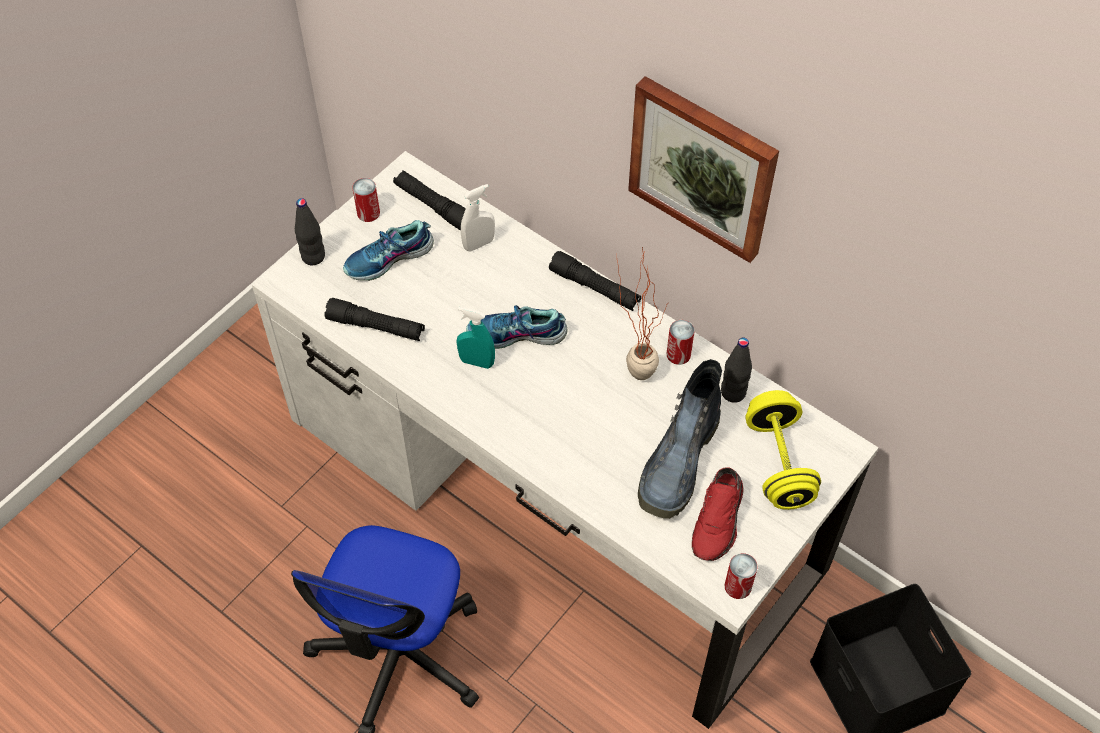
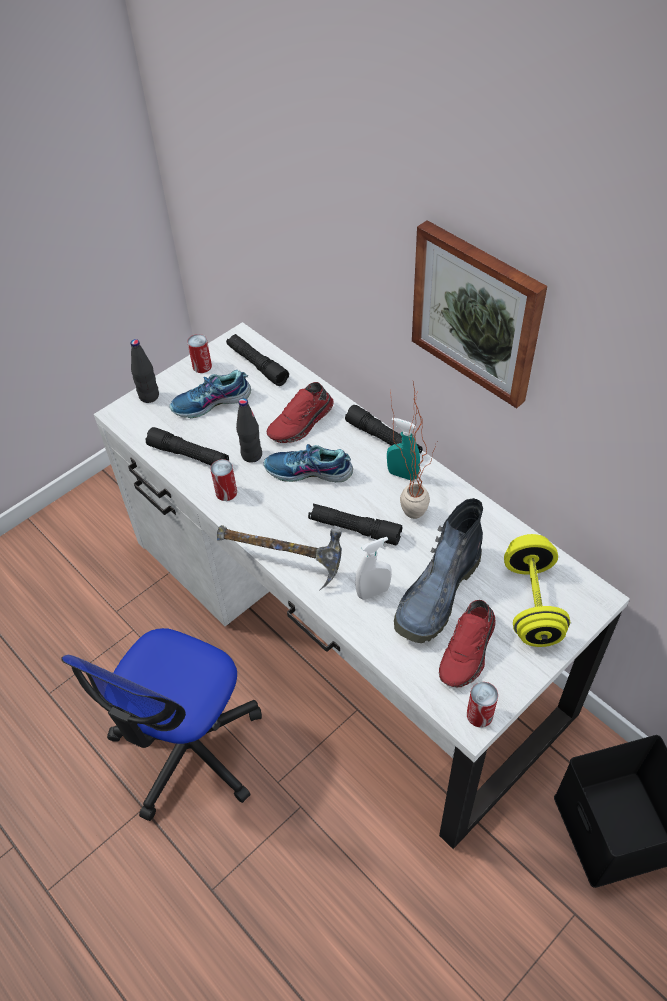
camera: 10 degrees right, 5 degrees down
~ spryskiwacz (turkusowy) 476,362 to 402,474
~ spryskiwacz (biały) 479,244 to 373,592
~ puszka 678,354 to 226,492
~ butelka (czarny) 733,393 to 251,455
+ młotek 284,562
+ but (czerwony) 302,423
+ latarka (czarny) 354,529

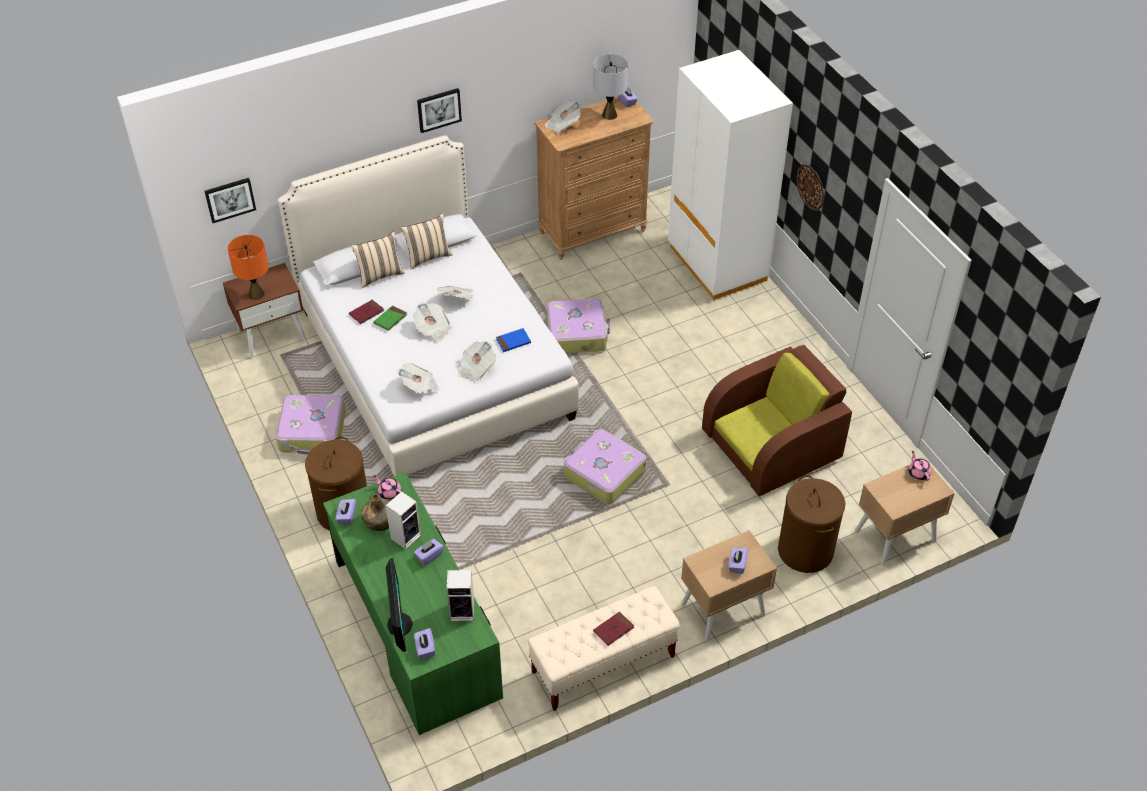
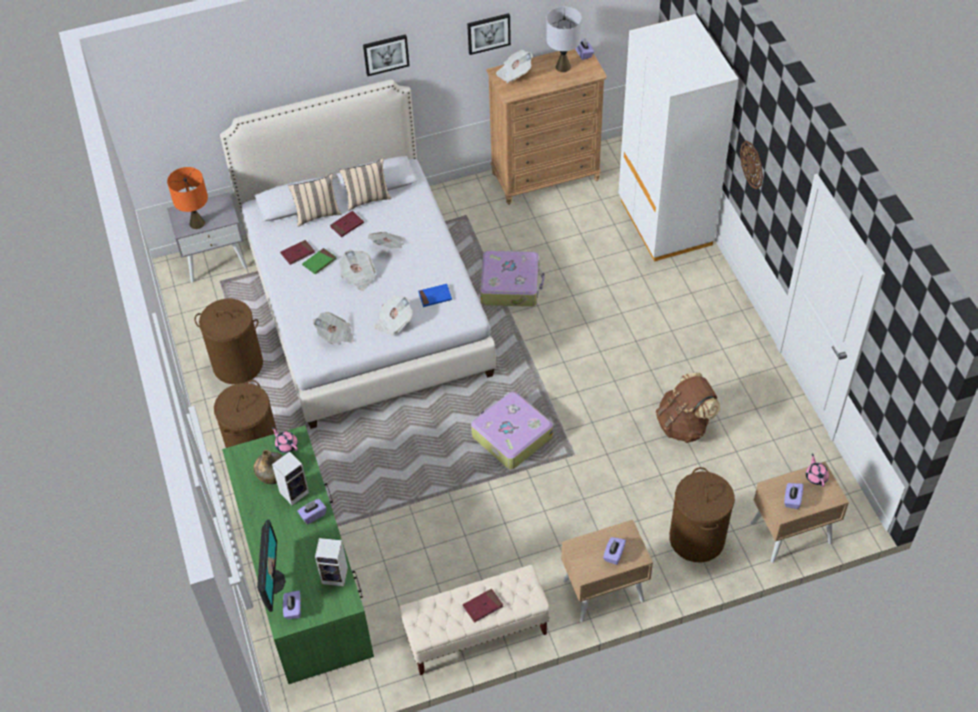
camera: 10 degrees right, 5 degrees up
~ obraz 230,199 to 488,33
~ szafka nocna (brązowy) 272,335 to szafka nocna (szary) 215,260
~ walizka 313,432 to kosz na pranie (brązowy) 238,364
~ pudełko chusteczek (fioletowy) 347,516 to 792,500
~ fotel (brązowy) 772,446 to plecak (brązowy) 684,424
+ książka (czerwony) 347,225

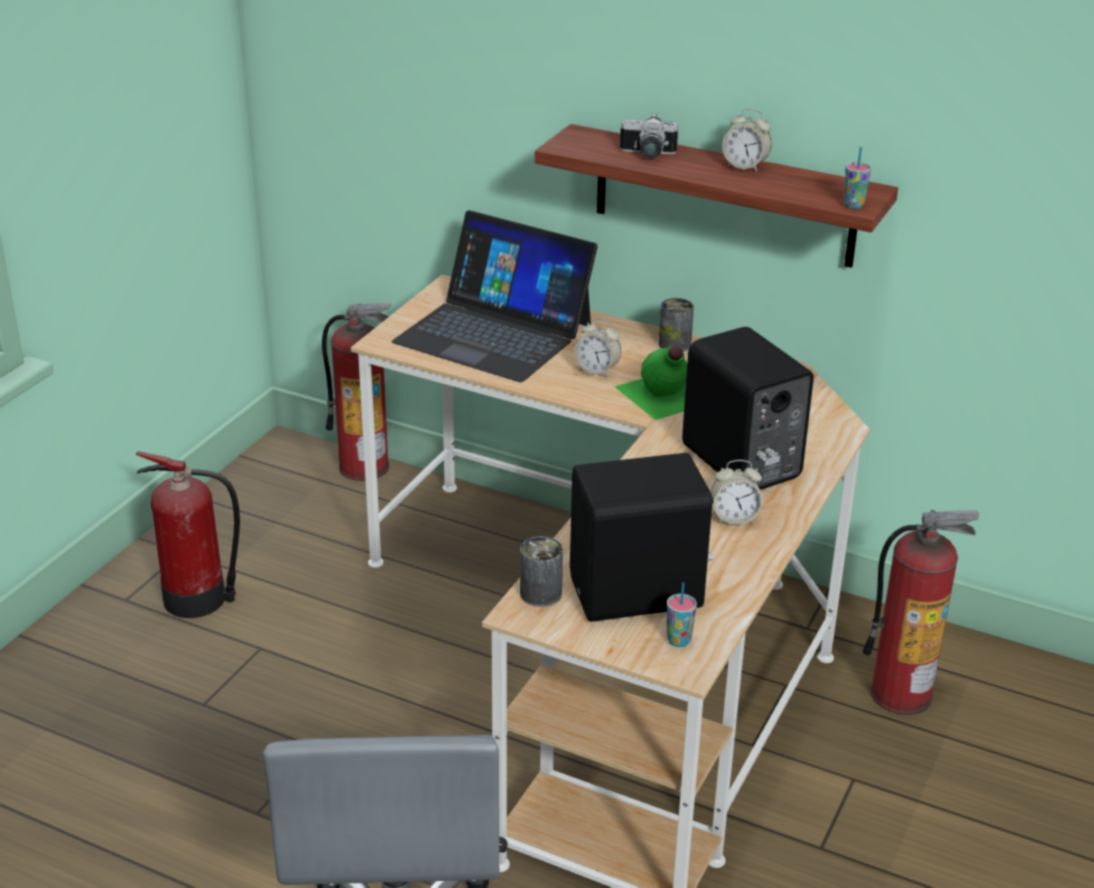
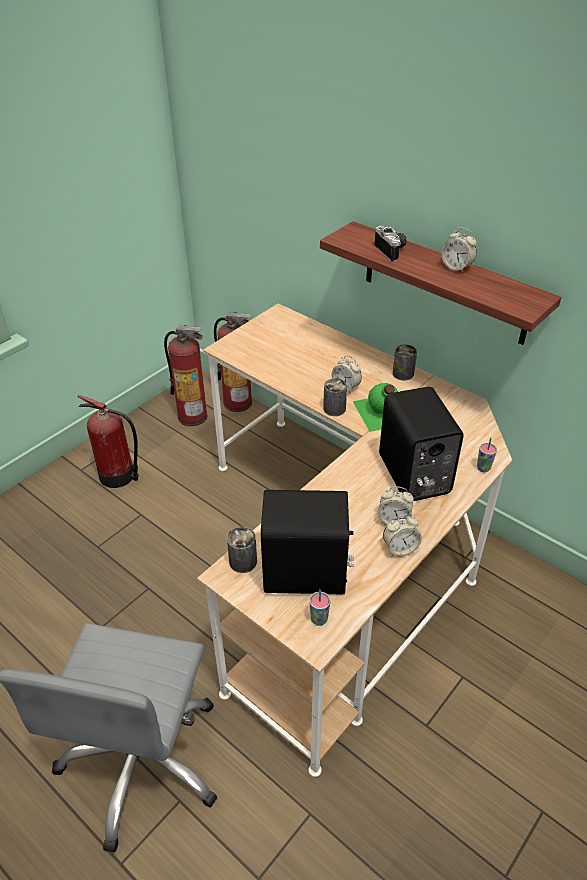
camera: 15 degrees right, 10 degrees up
- laptop 494,333
~ aparat fotograficzny 647,155 = 393,251 135 degrees counterclockwise
~ filiżanka 853,205 to 483,468
~ gaśnica 901,694 to 193,416
+ puszka 334,409
+ budzik 400,548

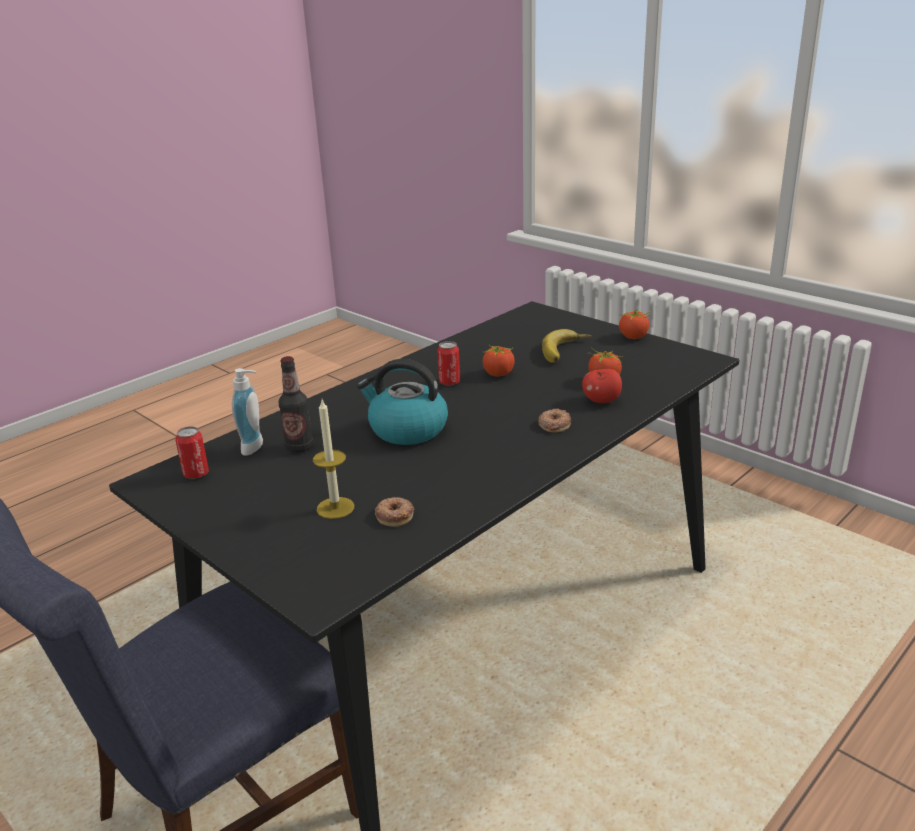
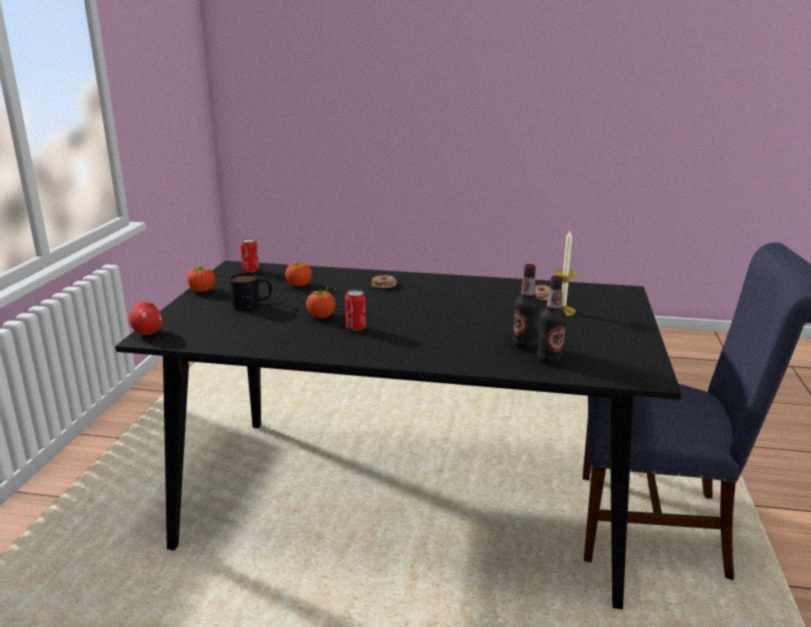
camera: 125 degrees left, 5 degrees down
~ puszka 196,474 to 250,270
~ dozownik mydła 256,447 to butelka 549,359
- czajnik 407,429
~ banan 566,351 to kubek 252,304
~ jabłko 601,401 to 148,333

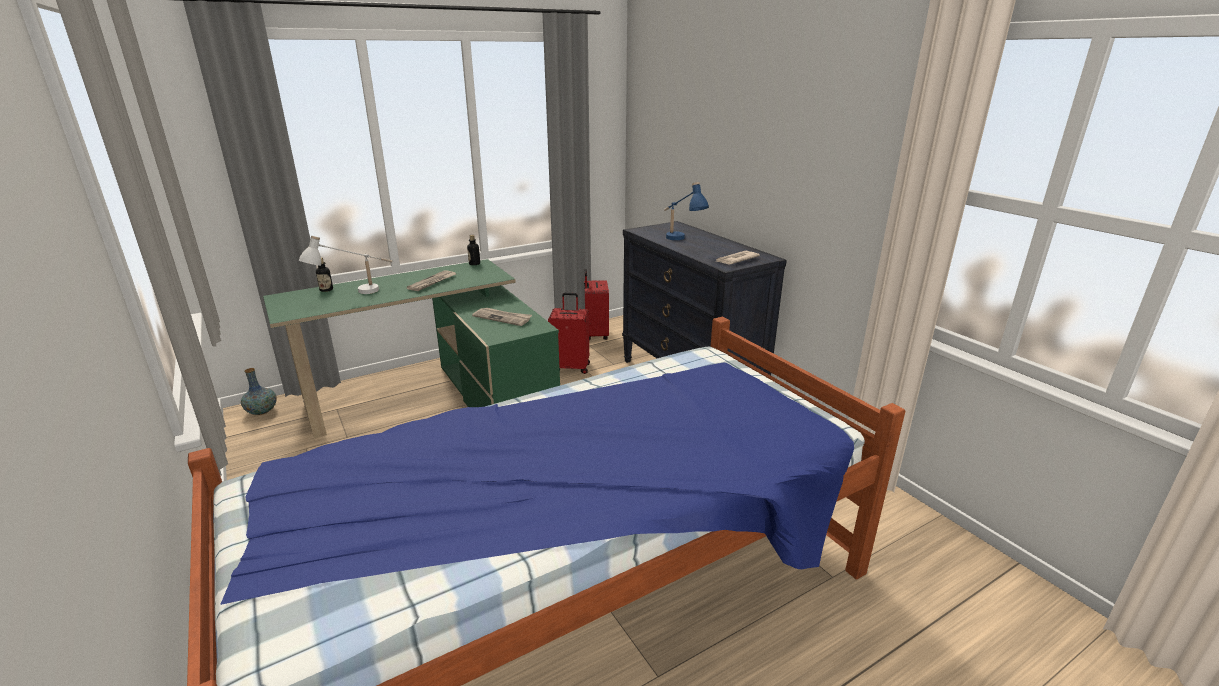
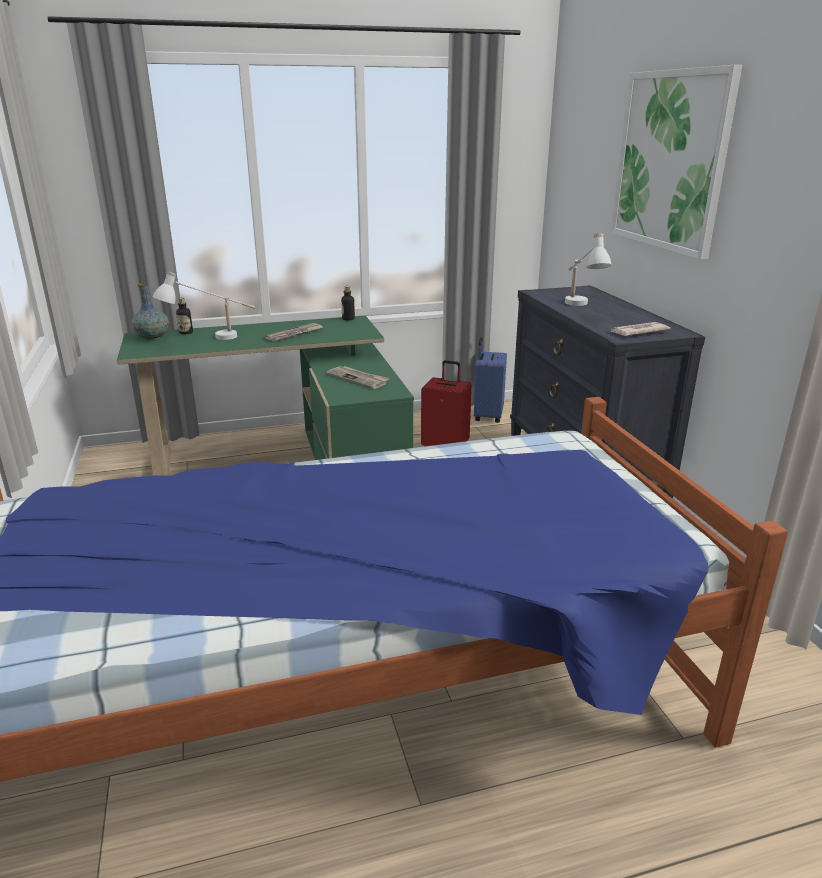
camera: 15 degrees right, 0 degrees up
~ wazon 262,411 to 152,337
~ walizka (czerwony) 595,335 to walizka (niebieski) 487,416
~ lampa stołowa (niebieski) 680,241 to lampa stołowa (biały) 580,307
+ obraz 670,161

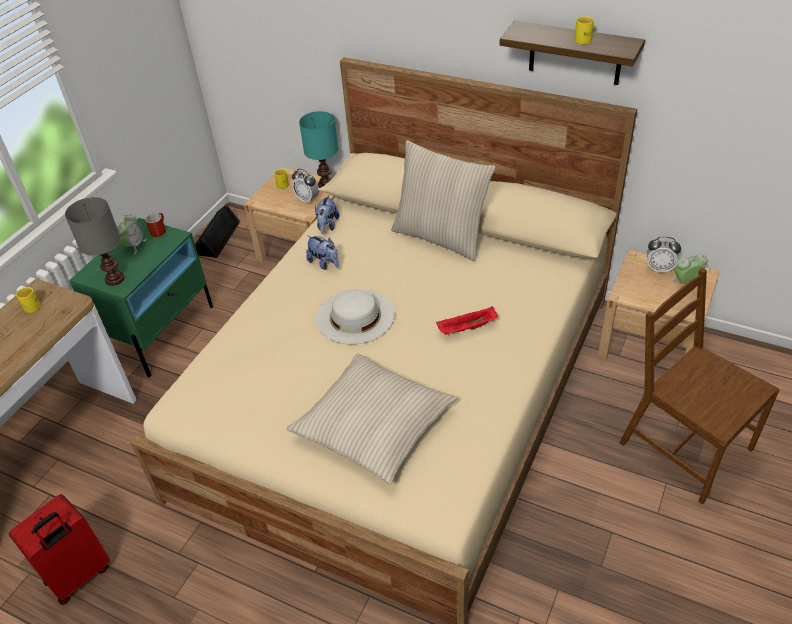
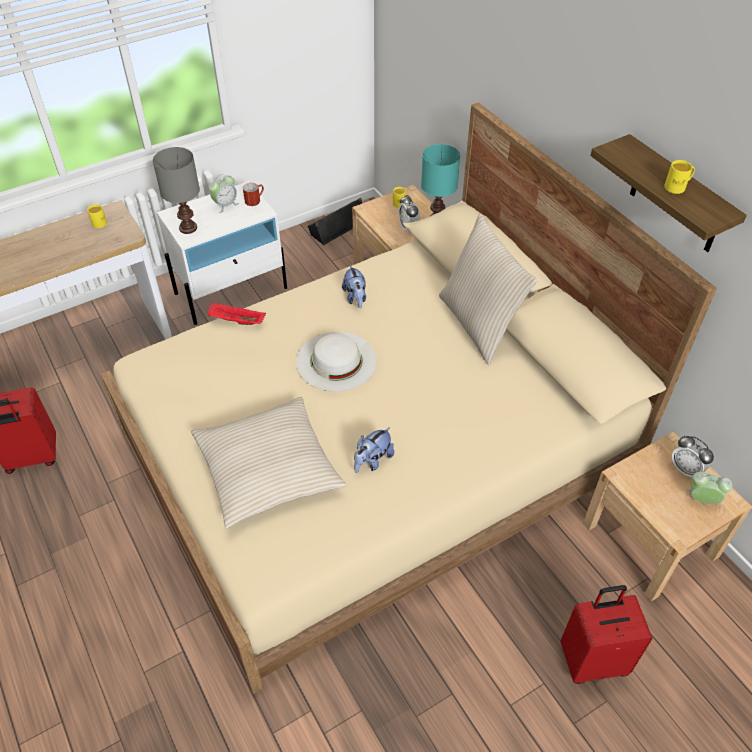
camera: 30 degrees right, 5 degrees up
~ szafka nocna (zielony) 161,332 to szafka nocna (biały) 231,290
~ pluszak 327,226 to 372,461
~ taca (czerwony) 466,329 to 236,321
~ krzesło (brązowy) 683,446 to walizka (czerwony) 593,660

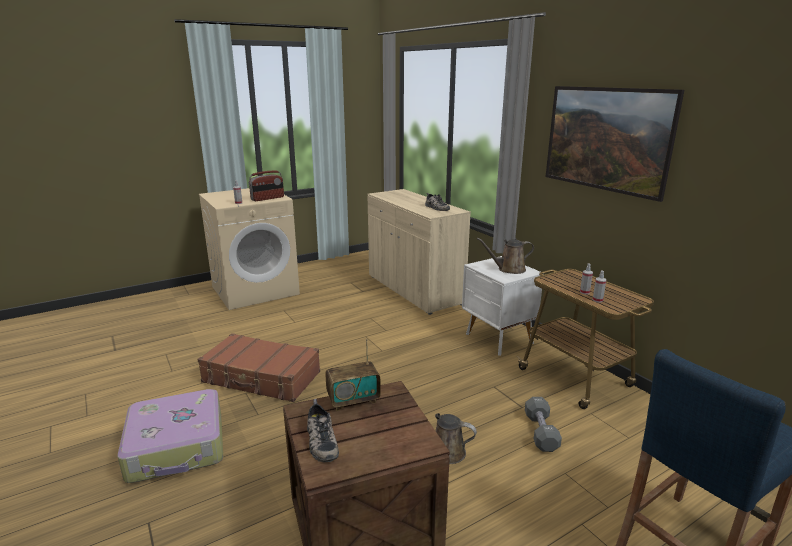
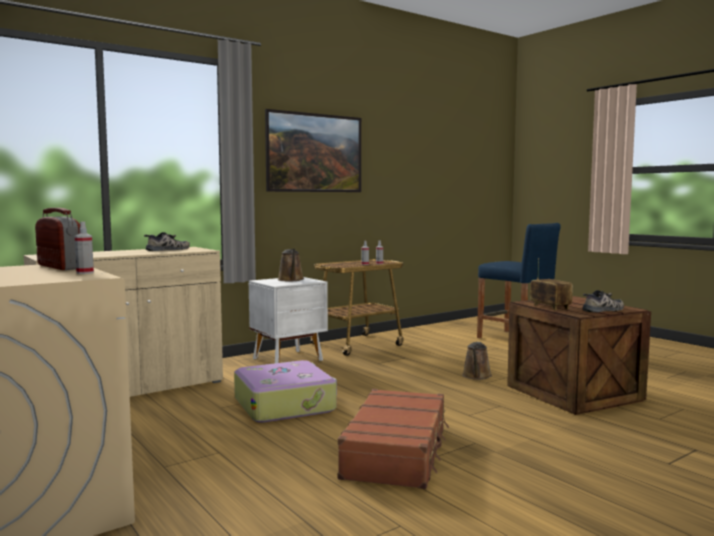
camera: 95 degrees left, 15 degrees down
~ walizka 177,446 to 285,404
- hantel (szary) 540,432

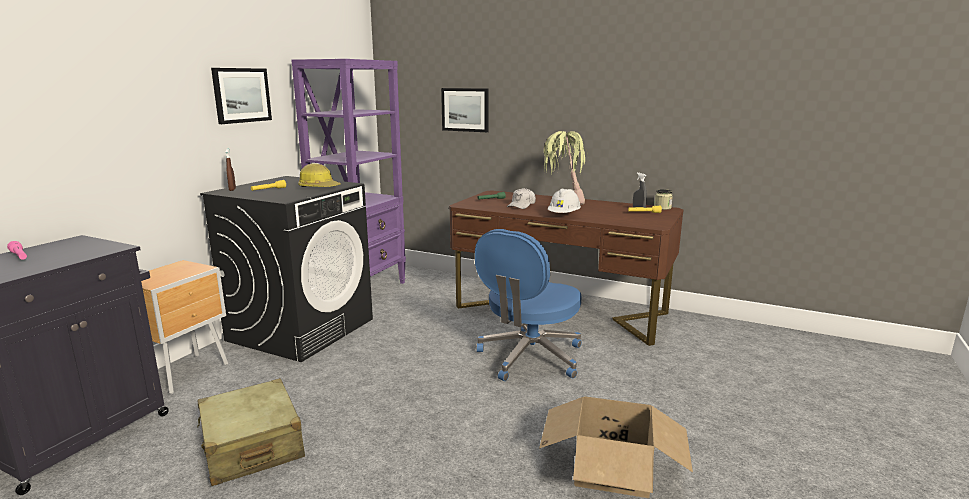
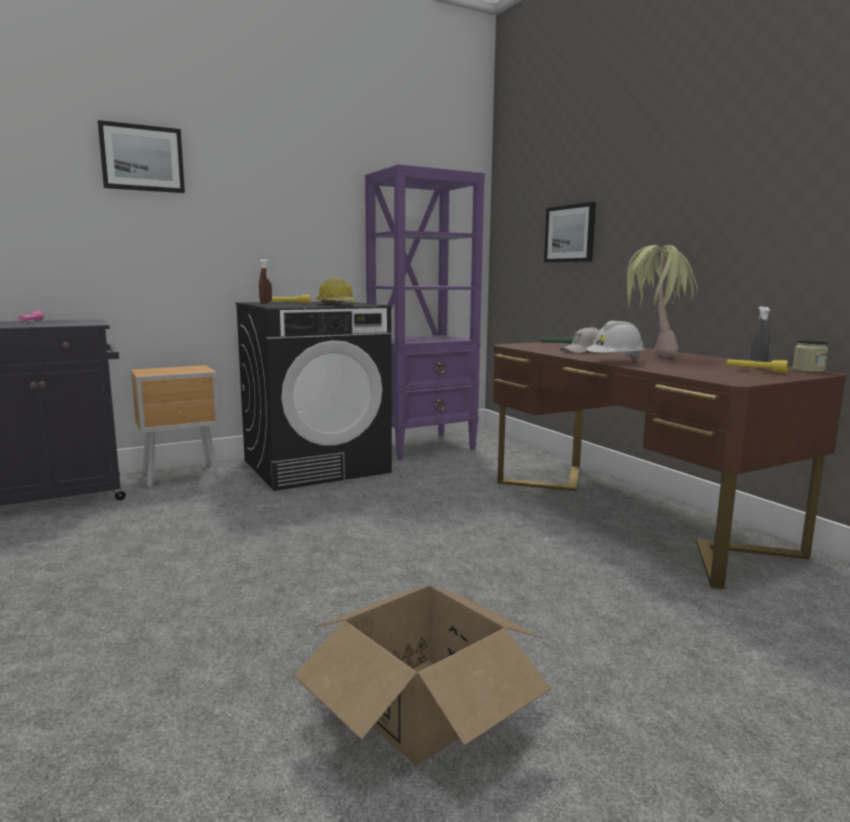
camera: 35 degrees right, 5 degrees down
- walizka (beżowy) 252,446
~ obraz 241,95 to 142,158
- krzesło biurowe (niebieski) 529,357

